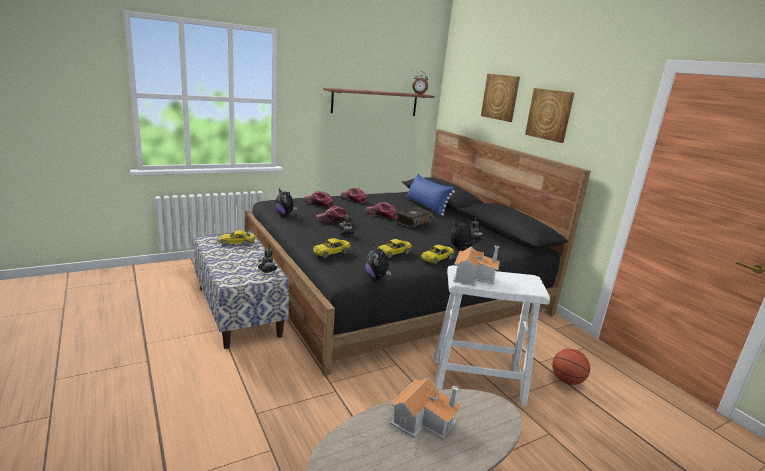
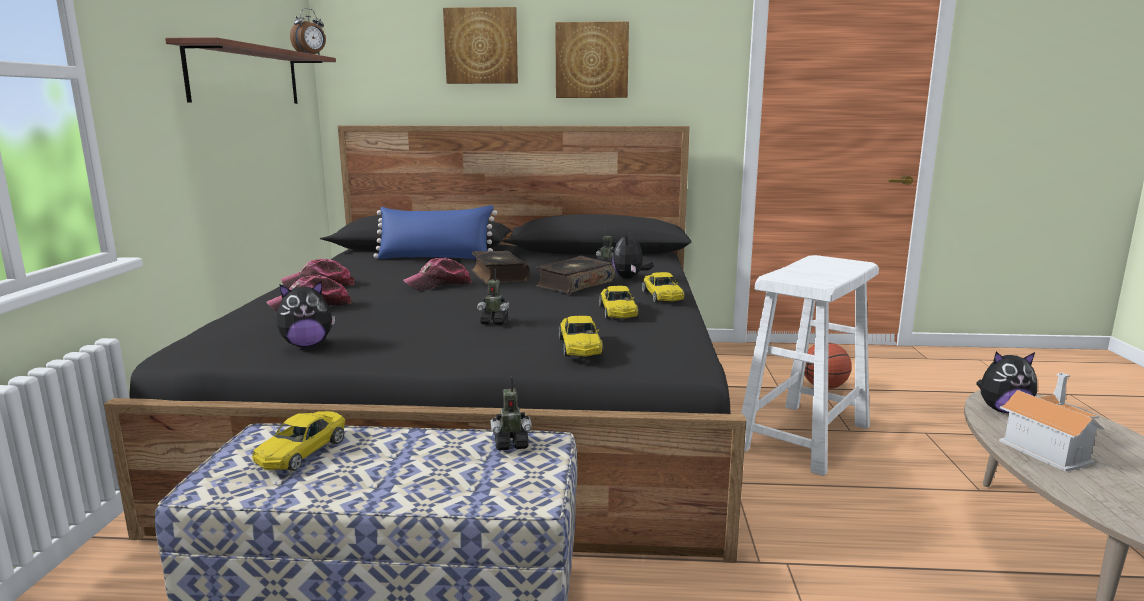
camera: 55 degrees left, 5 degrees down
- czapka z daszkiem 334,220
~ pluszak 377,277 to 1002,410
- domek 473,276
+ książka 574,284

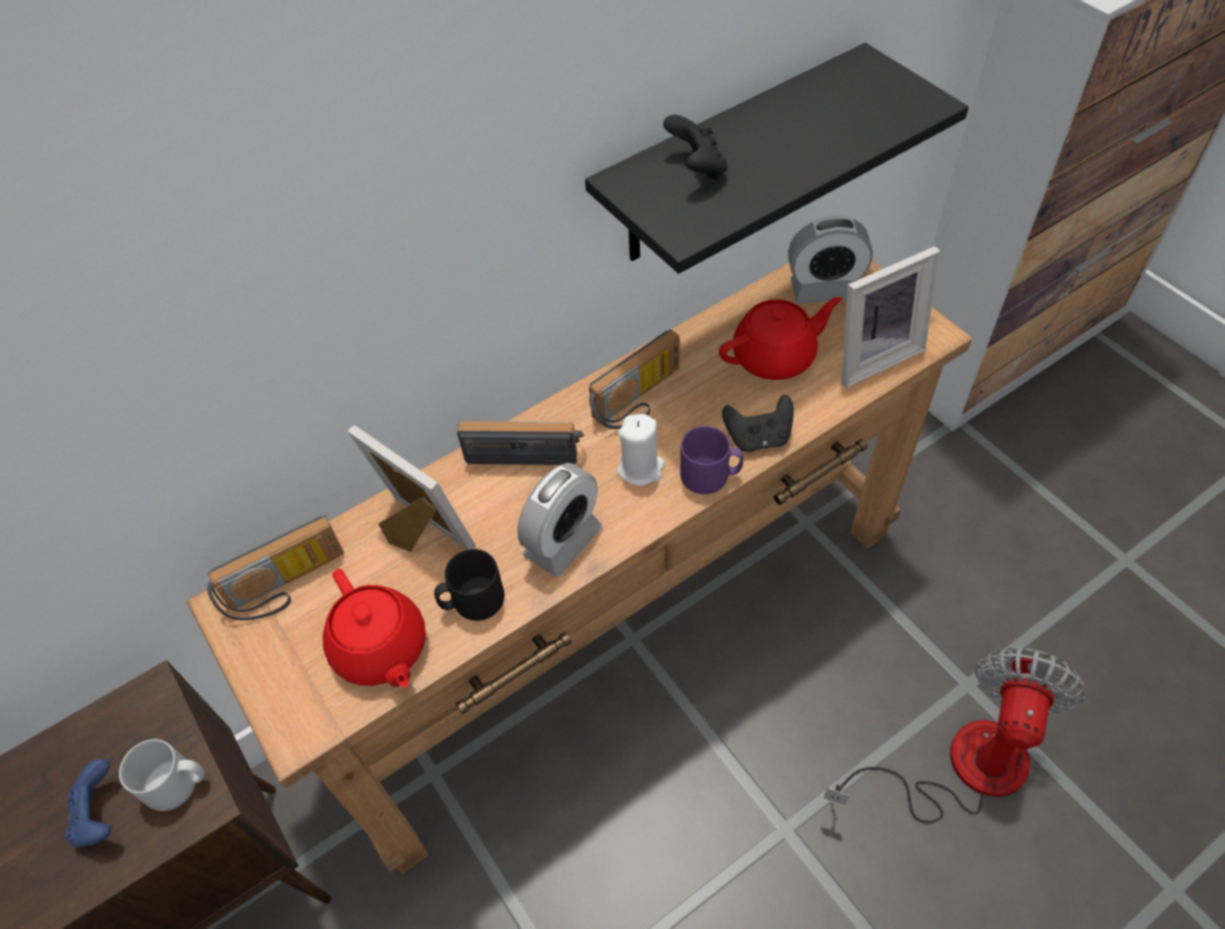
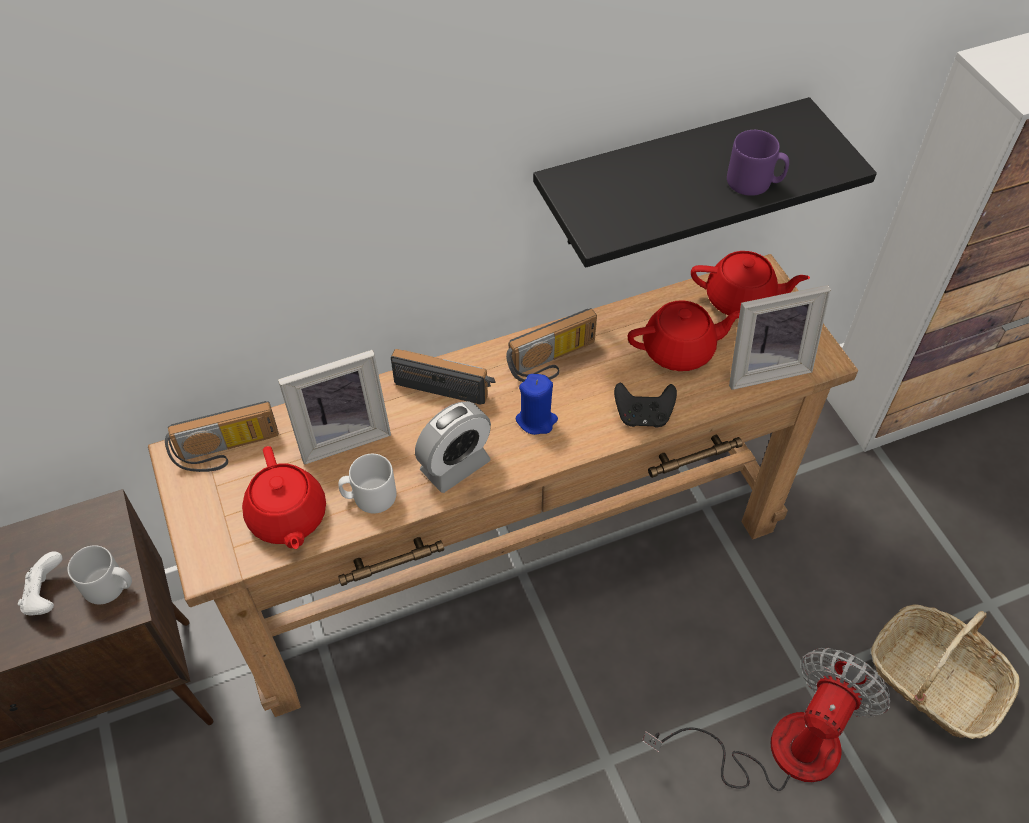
camera: 10 degrees right, 0 degrees up
~ pad do gier (niebieski) 100,815 to pad do gier (biały) 47,596
~ ramka na zdjęcie 419,535 = 342,435 105 degrees clockwise
~ kubek (czarny) 472,601 to kubek (biały) 369,497
~ świeca (biały) 640,468 to świeca (niebieski) 536,420
- pad do gier (czarny) 697,169
~ kubek (fioletowy) 710,476 to 754,183
~ budzik 823,289 to imbryk (czerwony) 741,300
+ koszyk 933,681

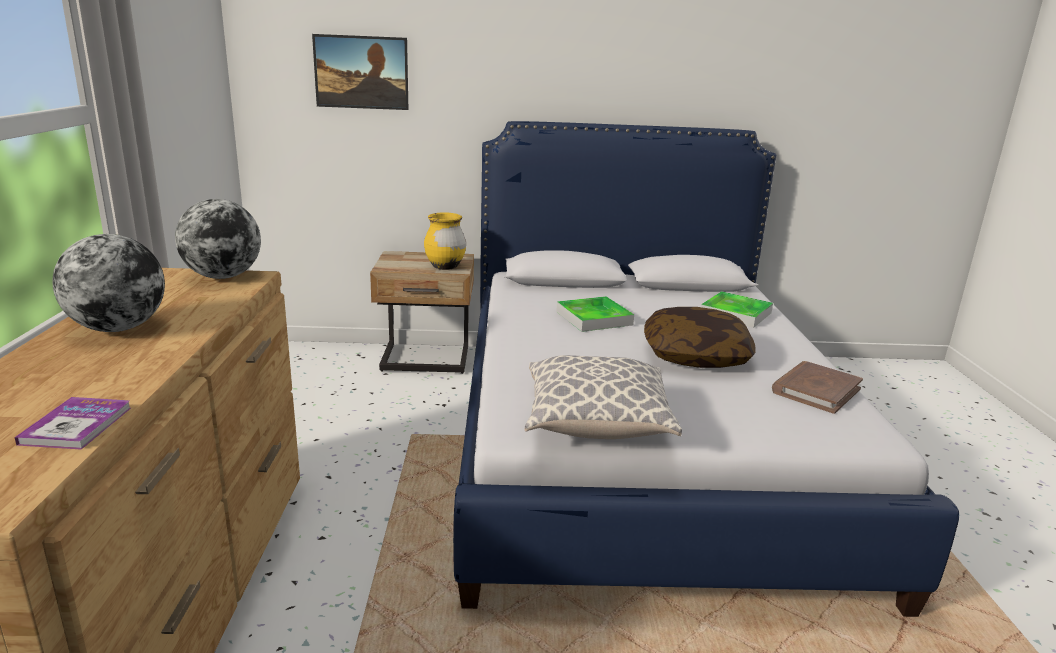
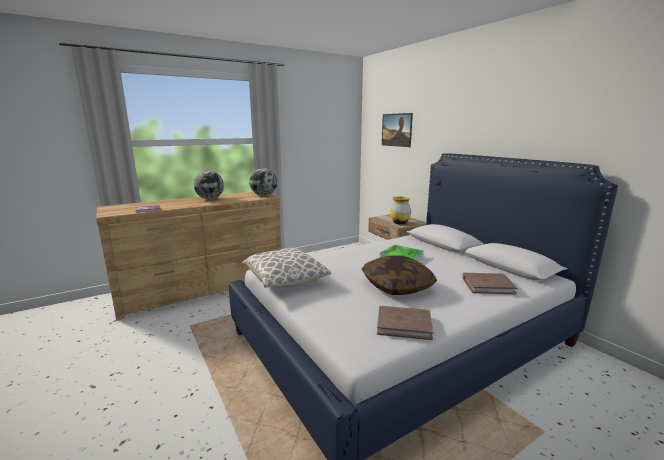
camera: 60 degrees right, 5 degrees down
~ taca 736,313 to książka (brązowy) 488,285

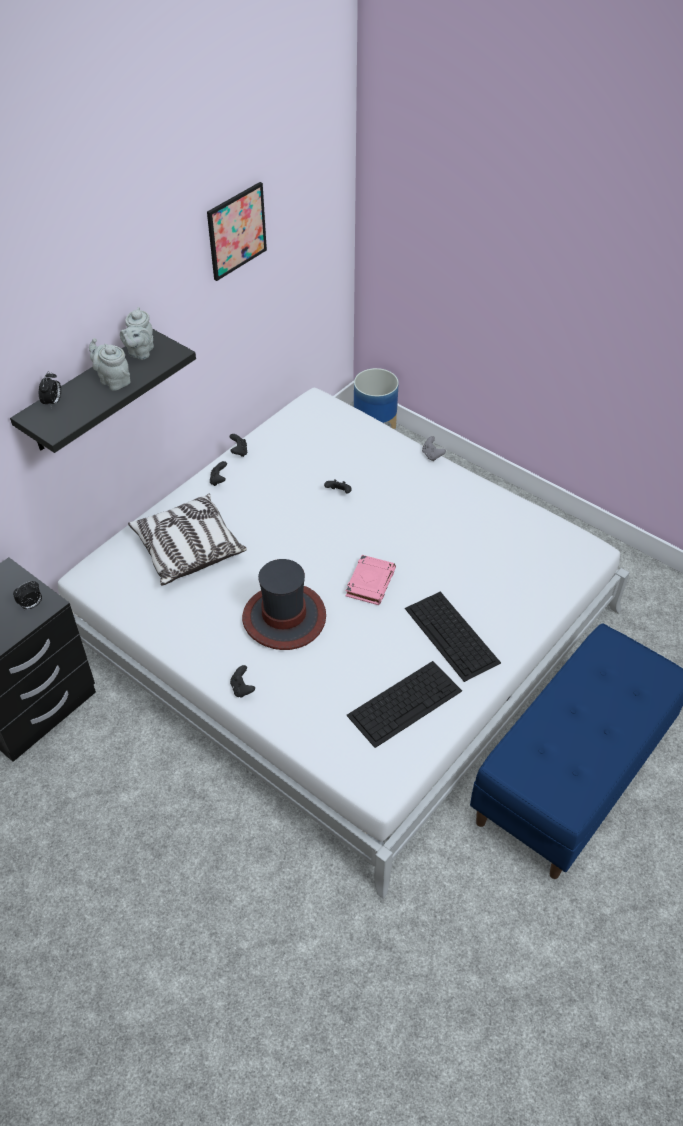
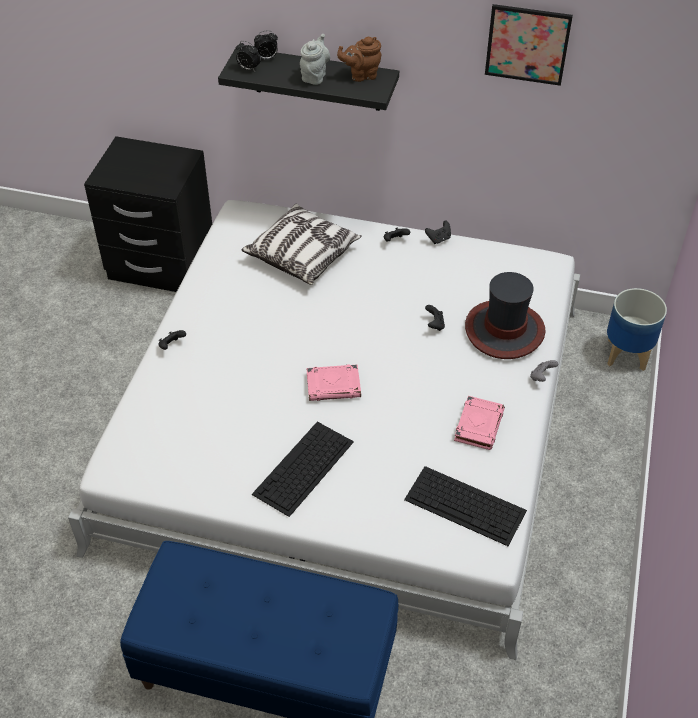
camera: 65 degrees right, 0 degrees up
~ budzik 31,605 to 248,69
~ imbryk (szary) 140,352 to imbryk (brązowy) 361,75
~ kapelusz 284,617 to 504,330
~ klawiatura 405,702 to 466,505
+ książka (różowy) 478,425

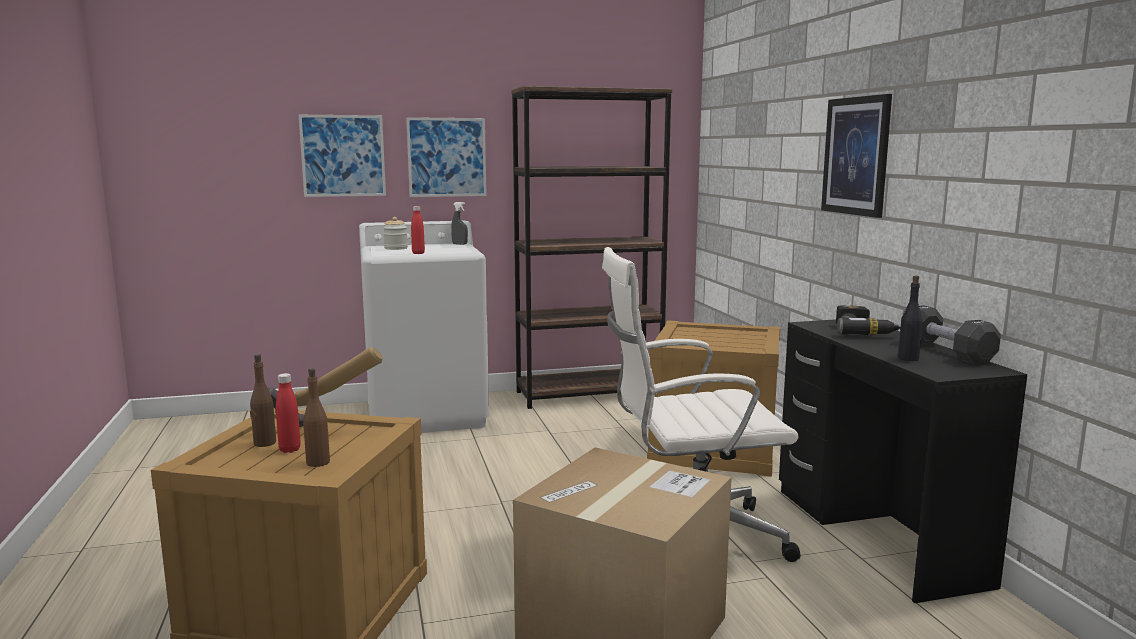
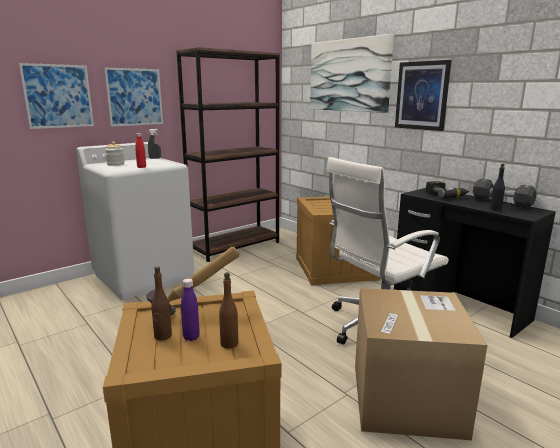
camera: 25 degrees left, 5 degrees up
~ butelka (czerwony) 290,449 to butelka (fioletowy) 191,337
+ obraz 349,75

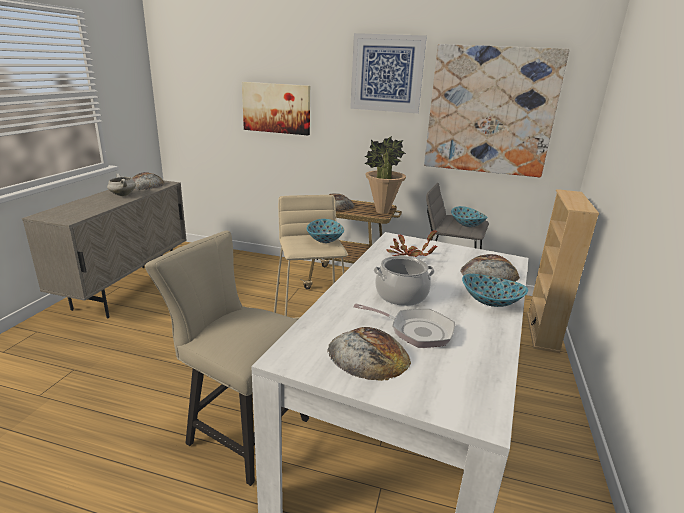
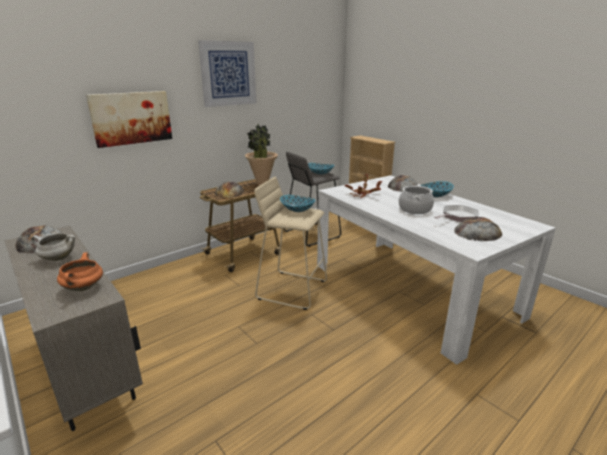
camera: 55 degrees left, 0 degrees up
- krzesło (beżowy) 241,429
- obraz 490,111
+ garnek (pomarańczowy) 84,288

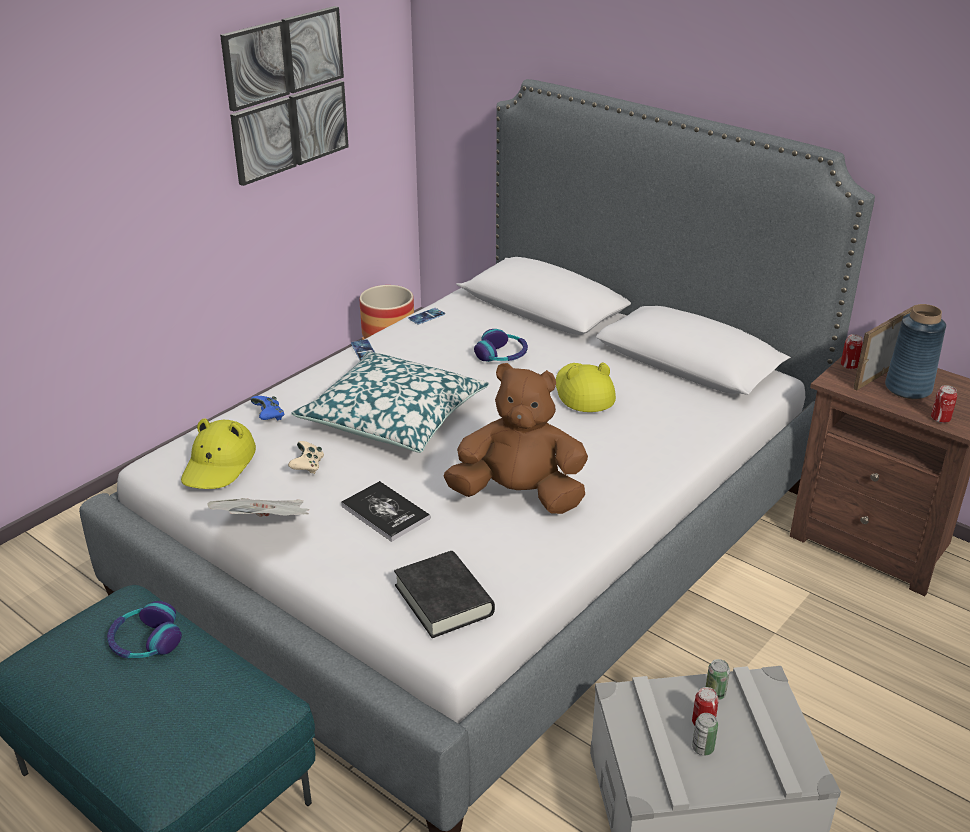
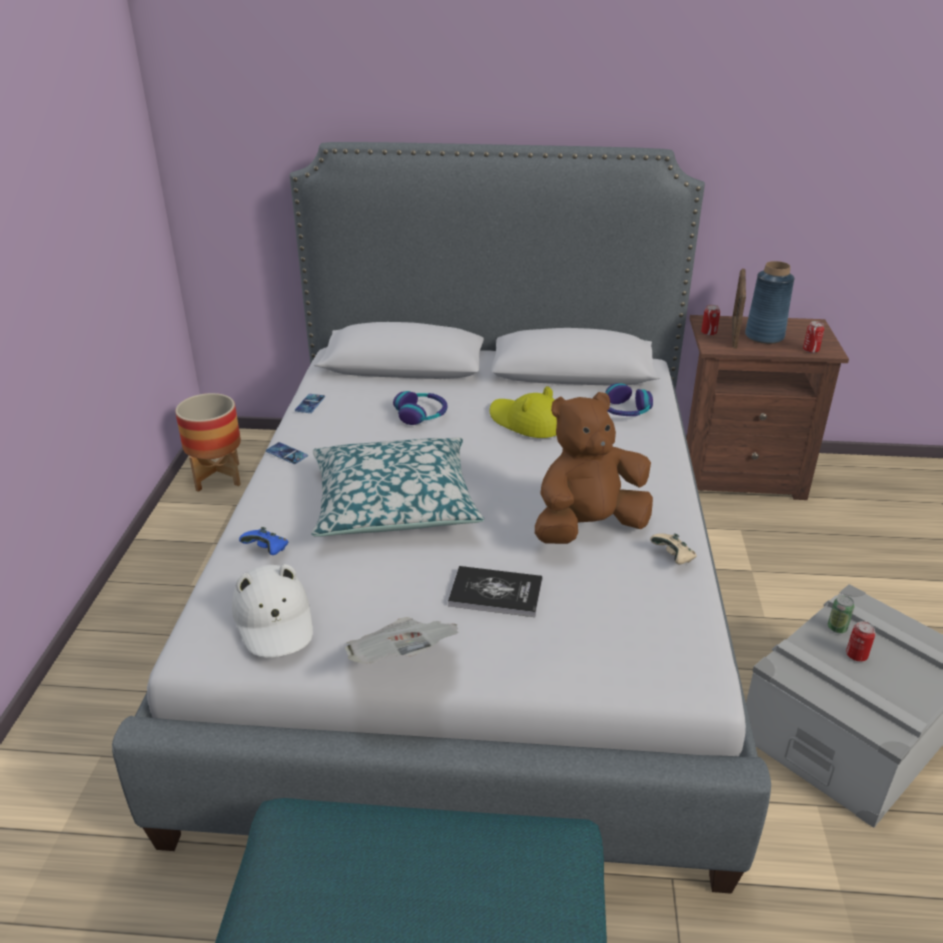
camera: 35 degrees left, 0 degrees up
~ słuchawki 145,641 to 624,410
~ kapelusz (żółty) 219,464 to kapelusz (biały) 274,620
- obraz 287,94
~ pad do gier (beżowy) 307,466 to 673,558
- książka (czarny) 444,600
- puszka 703,748

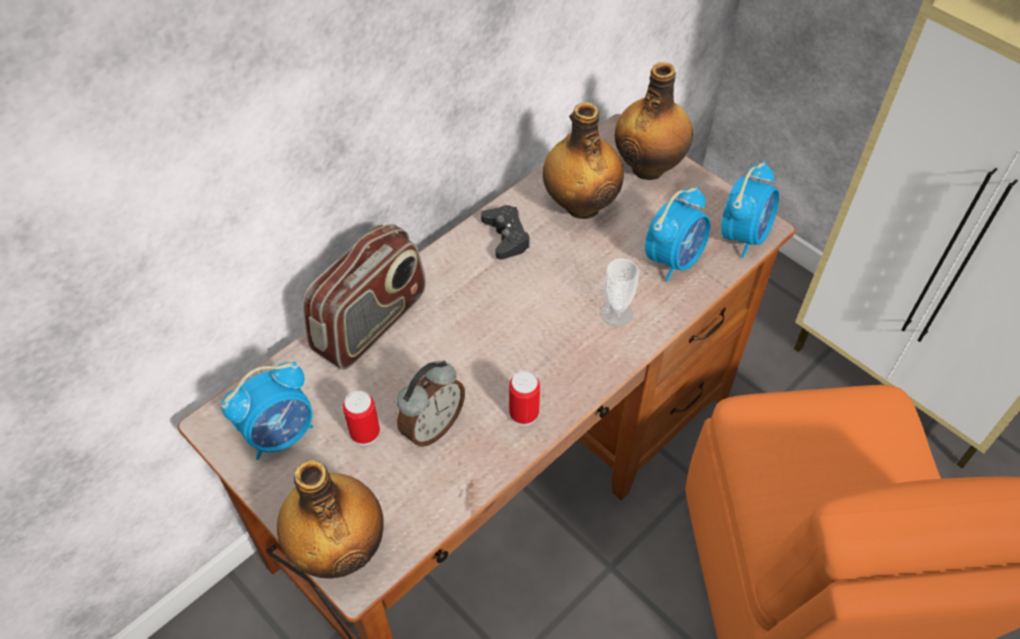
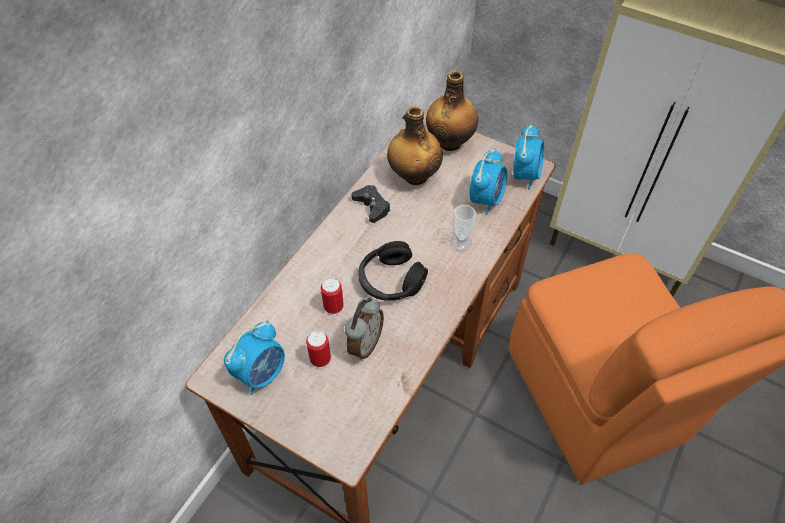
camera: 15 degrees left, 0 degrees up
- butelka 339,548
- radio 371,323
~ puszka 524,413 to 333,307
+ słuchawki (czarny) 390,280

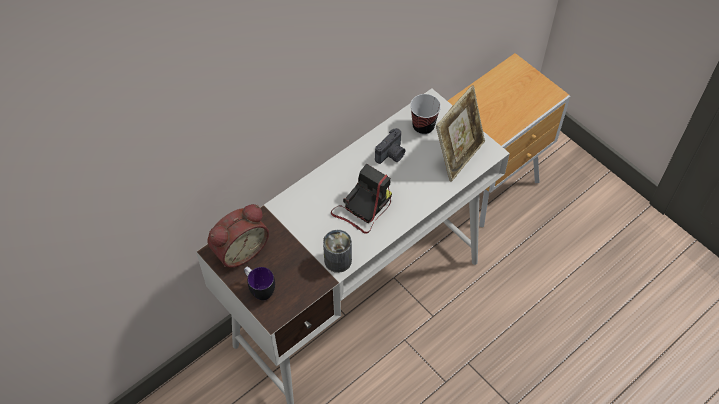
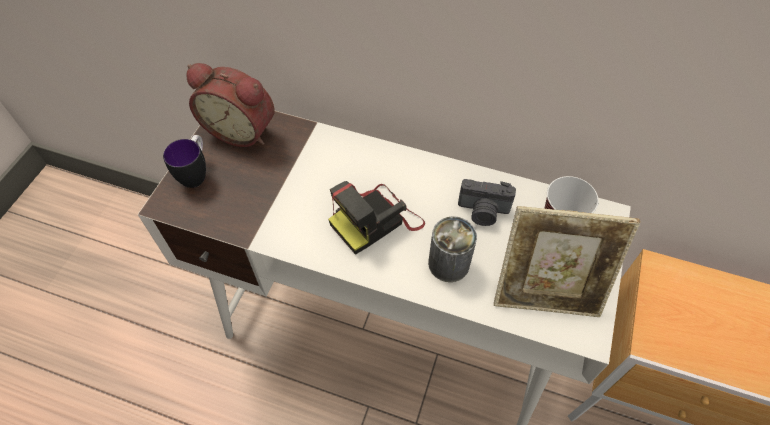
camera: 60 degrees right, 0 degrees up
~ puszka 338,260 to 448,263
~ aparat fotograficzny 363,208 = 376,220 135 degrees clockwise

